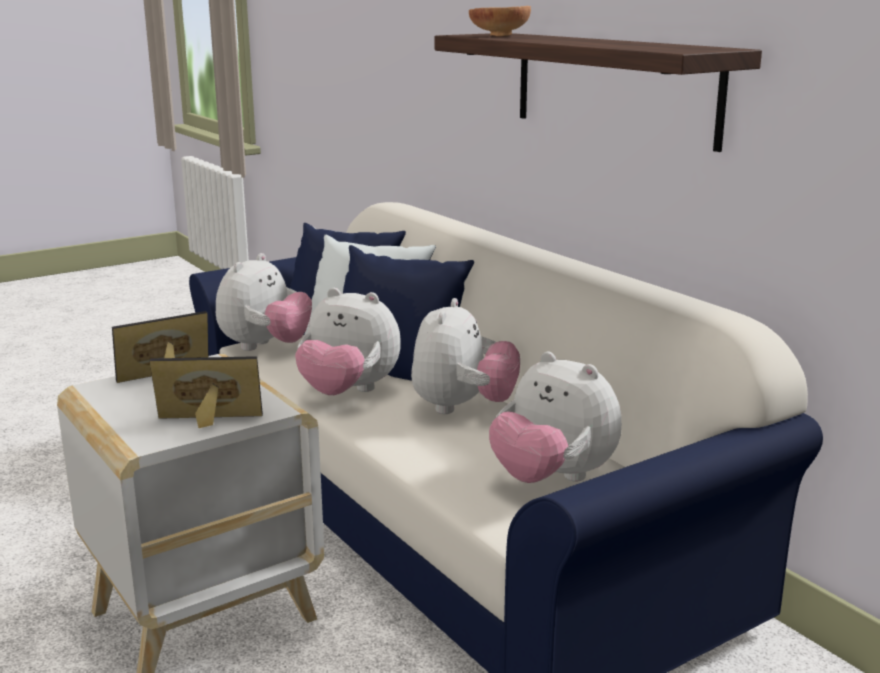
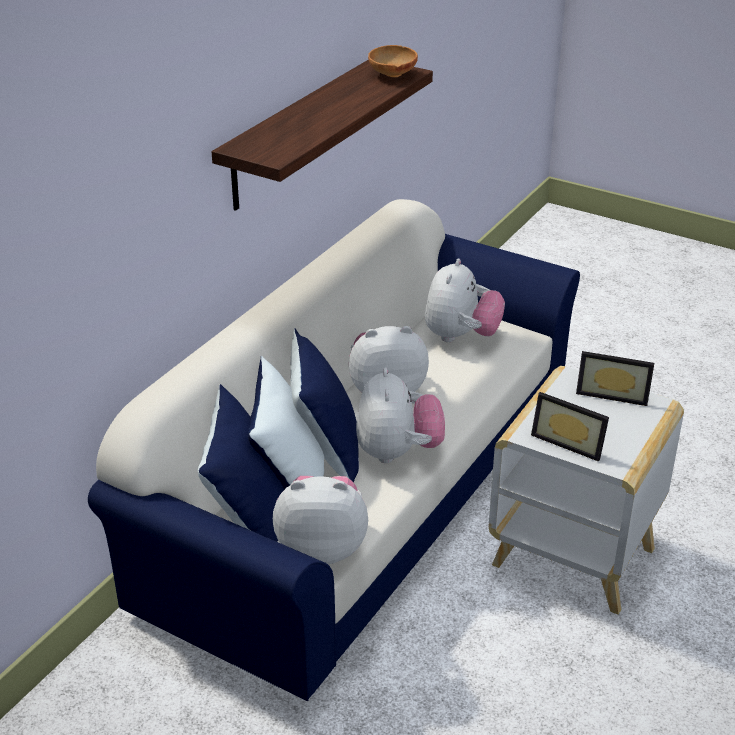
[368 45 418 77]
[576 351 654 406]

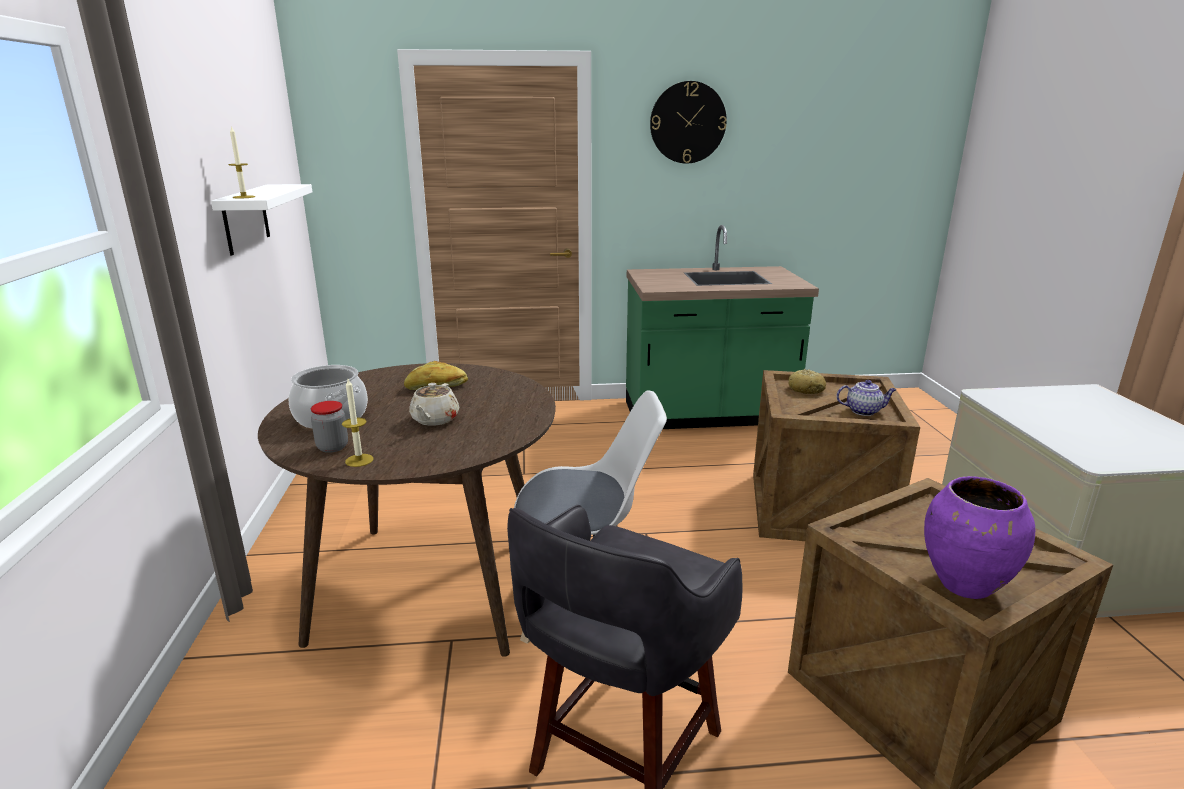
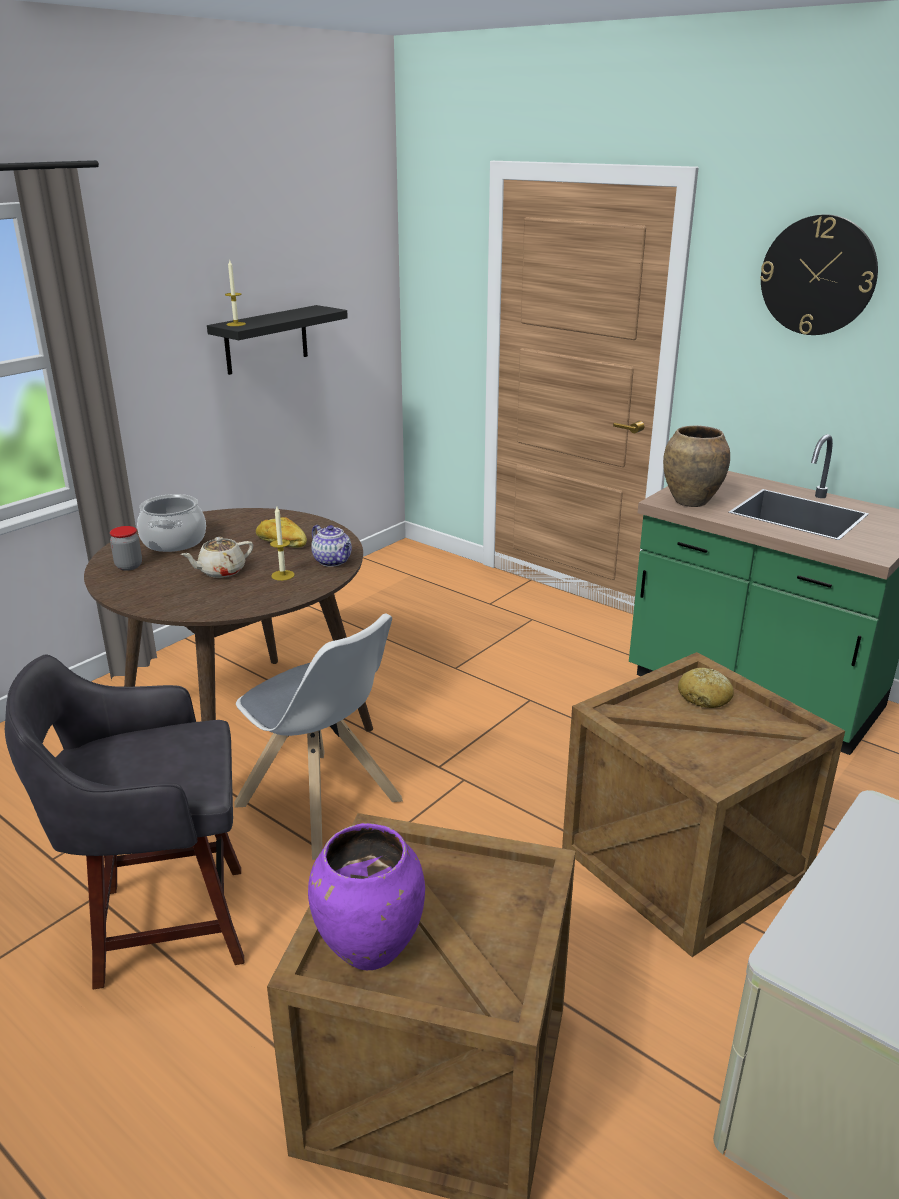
[663 425 730 507]
[270 506 295 581]
[311 525 352 567]
[207 305 348 375]

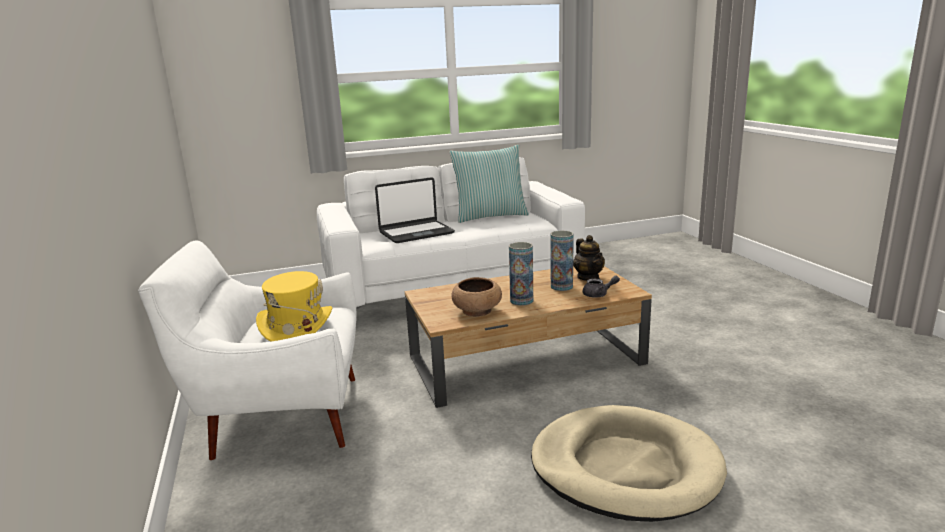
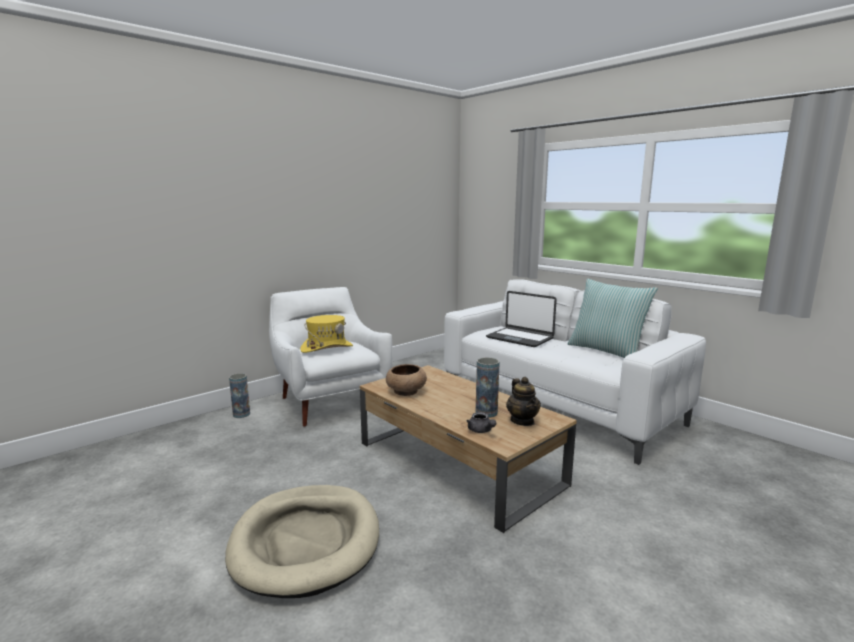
[229 373 250 418]
[506 377 541 426]

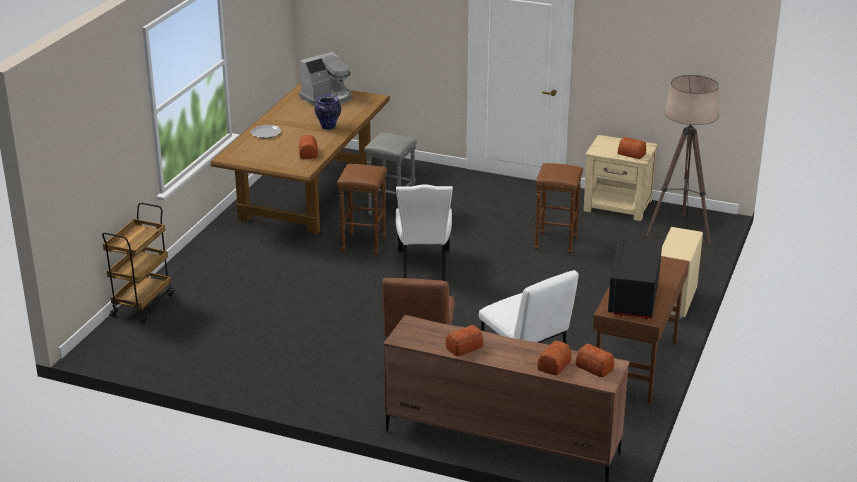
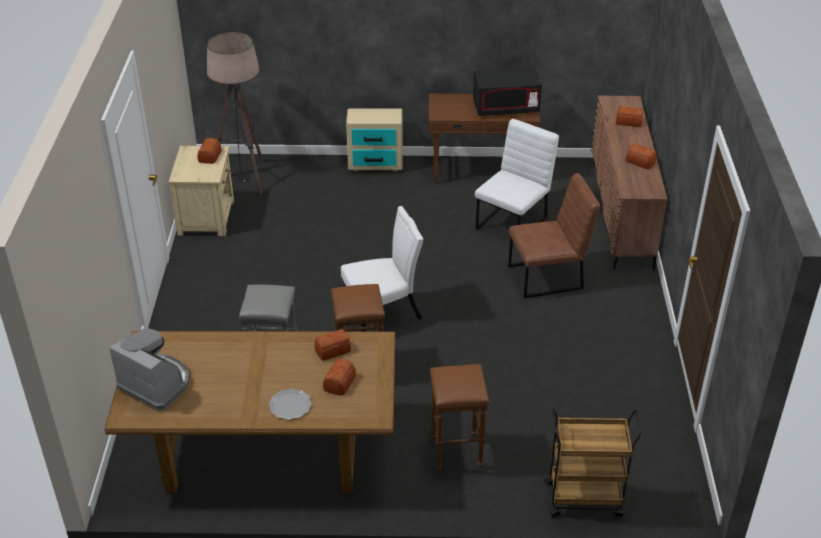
[315 95 341 130] (first image)
[430 364 489 471]
[323 358 356 396]

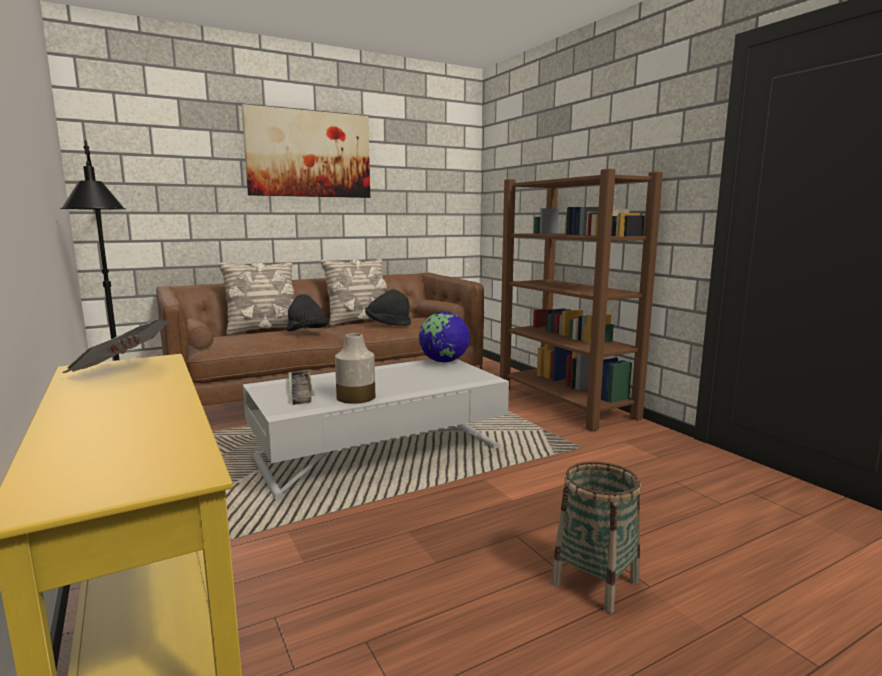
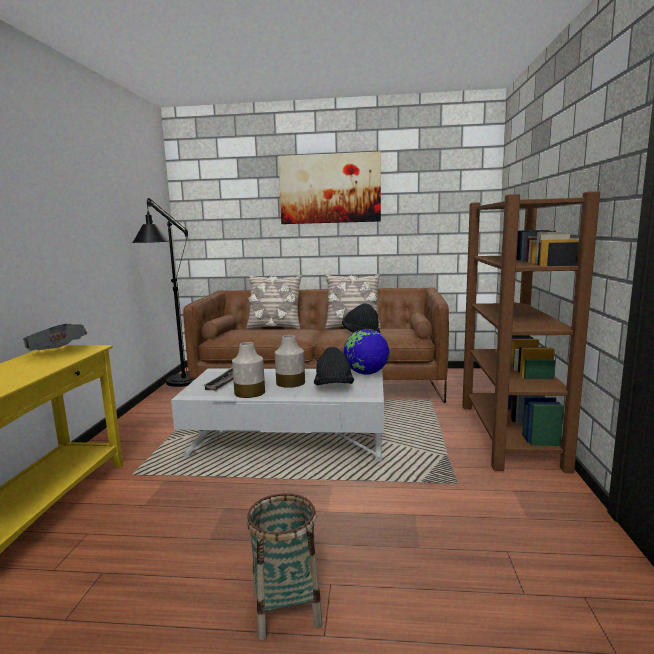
[275 335 305 388]
[314 347 354 385]

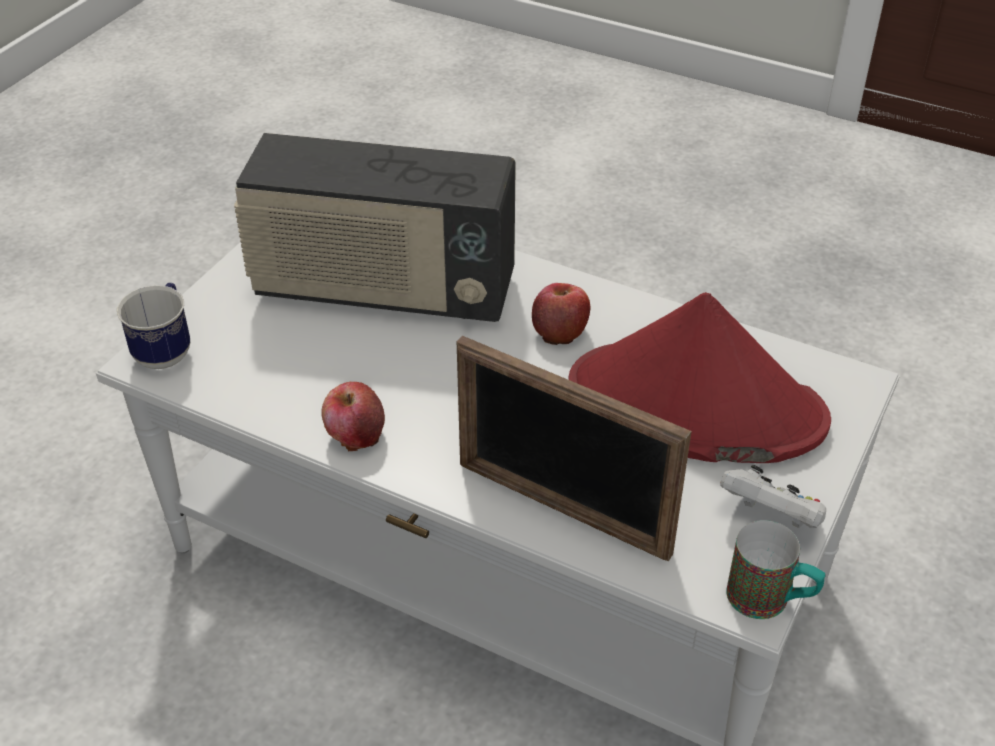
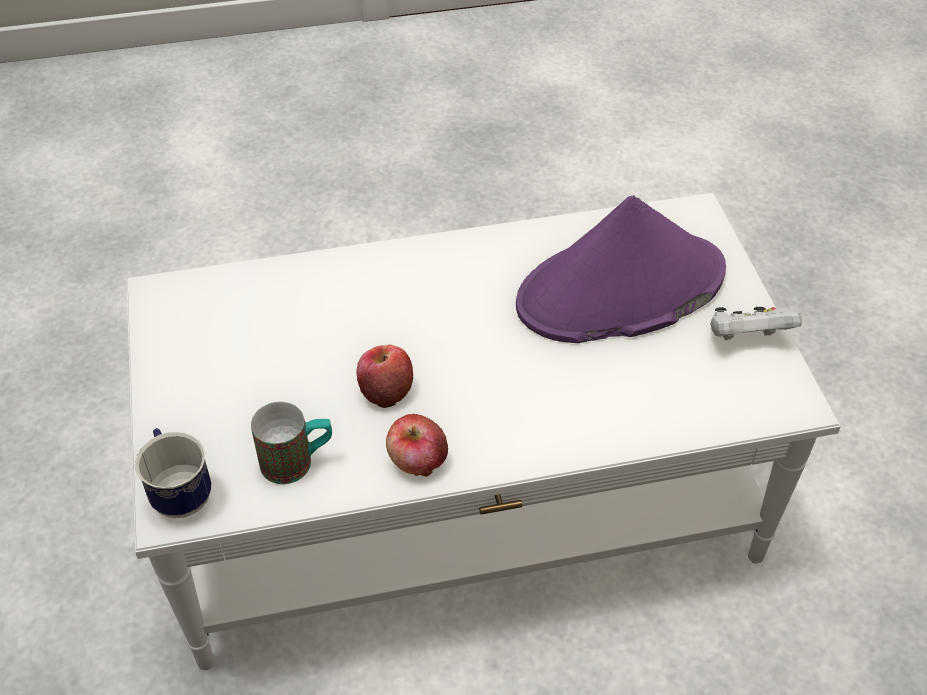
[234 133 516 322] (first image)
[457 336 692 561] (first image)
[356 345 413 408]
[251 402 332 484]
[516 195 726 343]

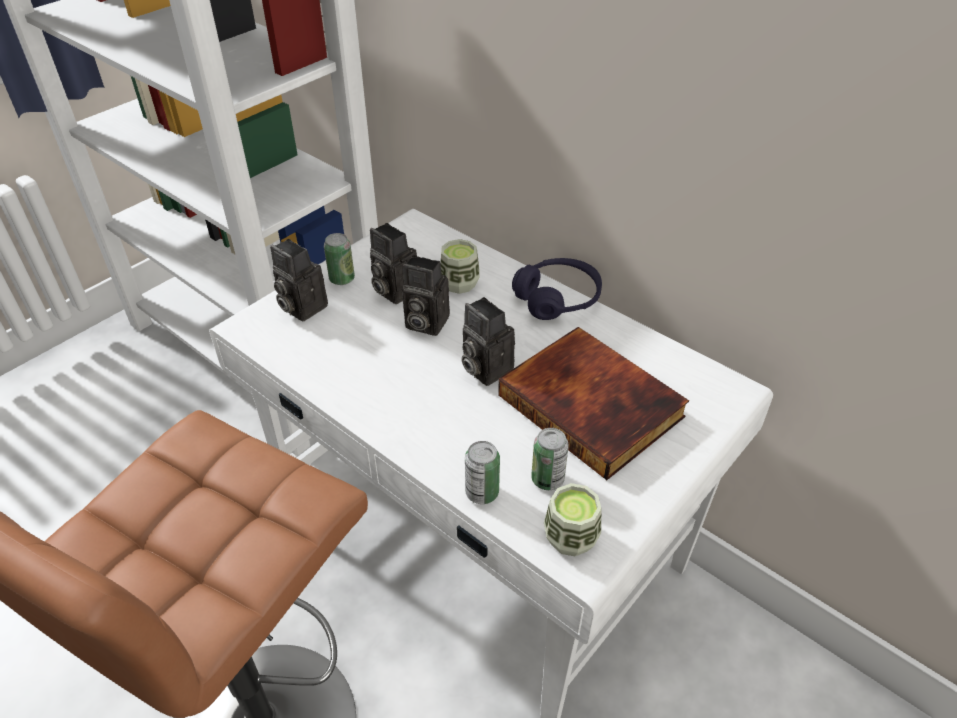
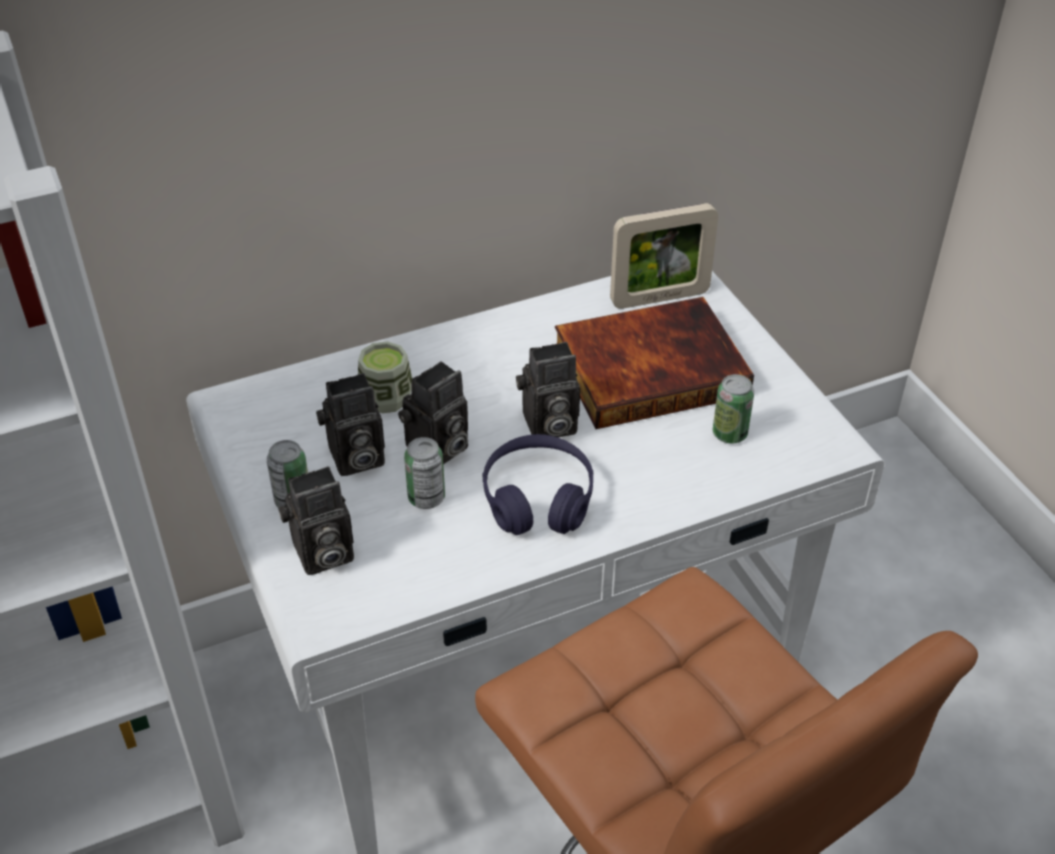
[544 483 601 556] (first image)
[610 203 718 309]
[404 437 445 509]
[483 434 593 535]

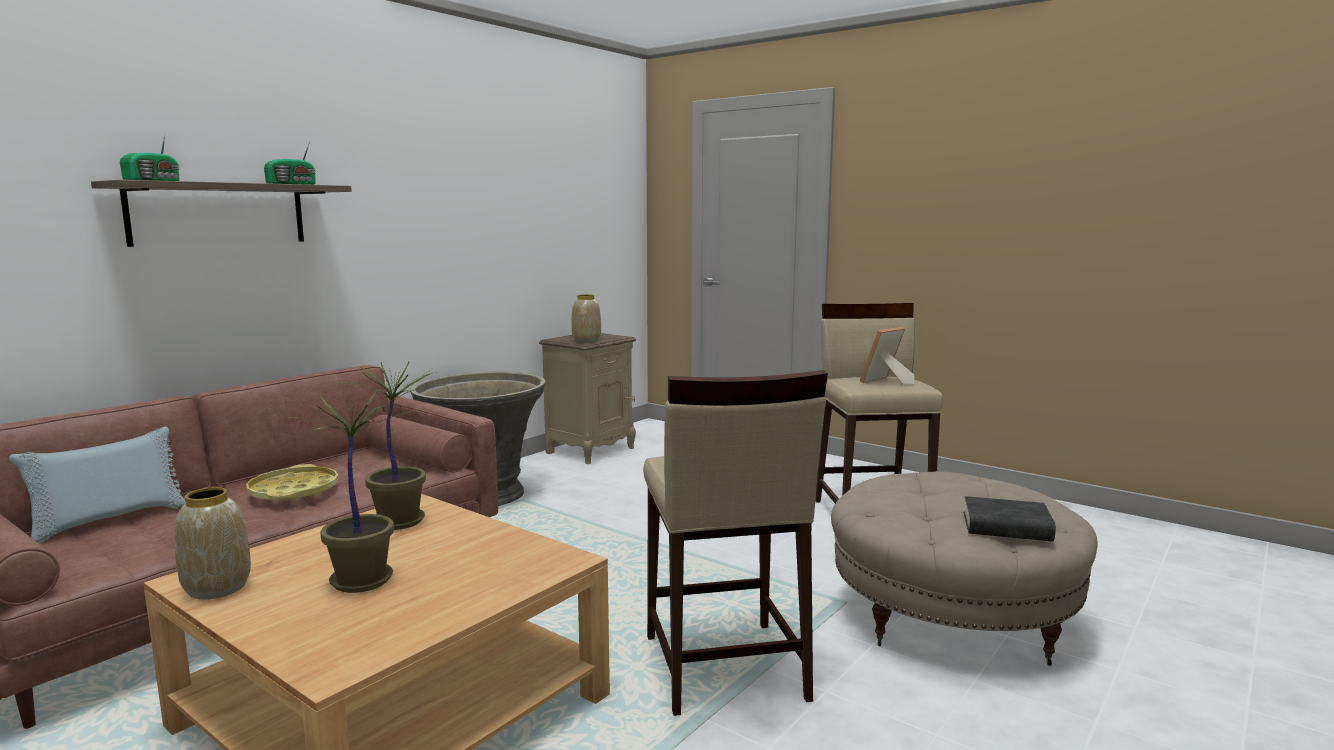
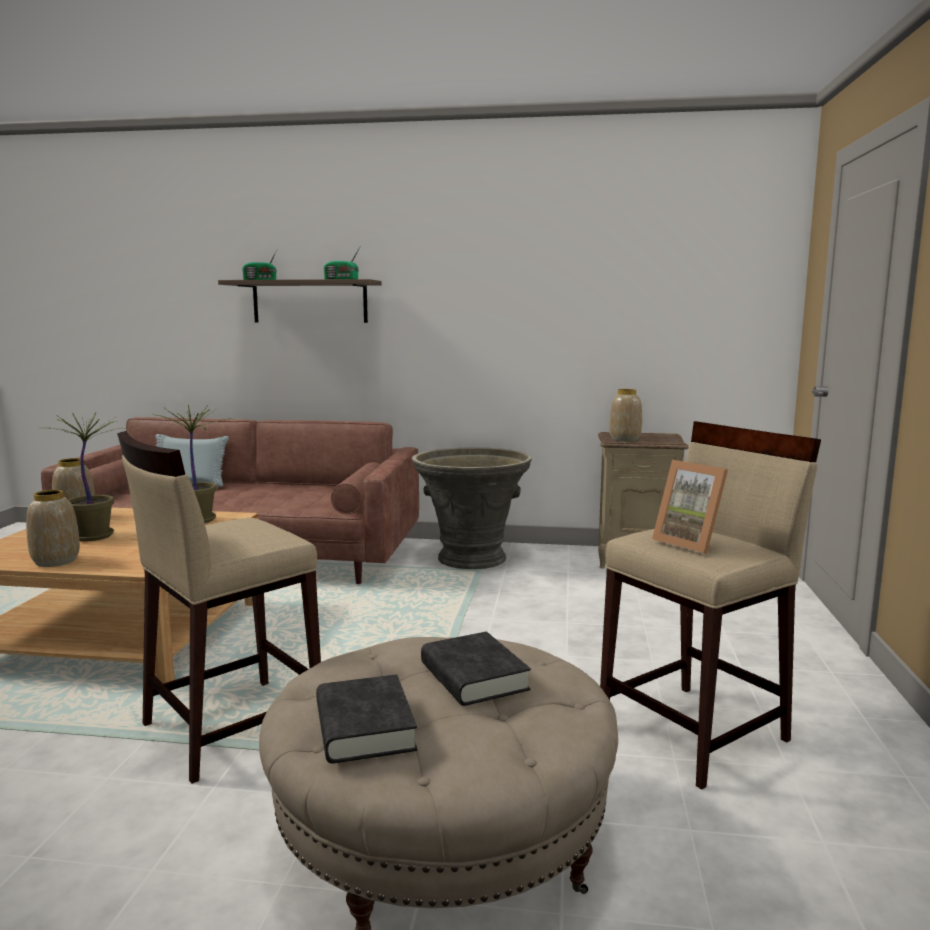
[246 464 339 502] (first image)
[26 490 80 567]
[421 632 531 706]
[652 460 728 554]

